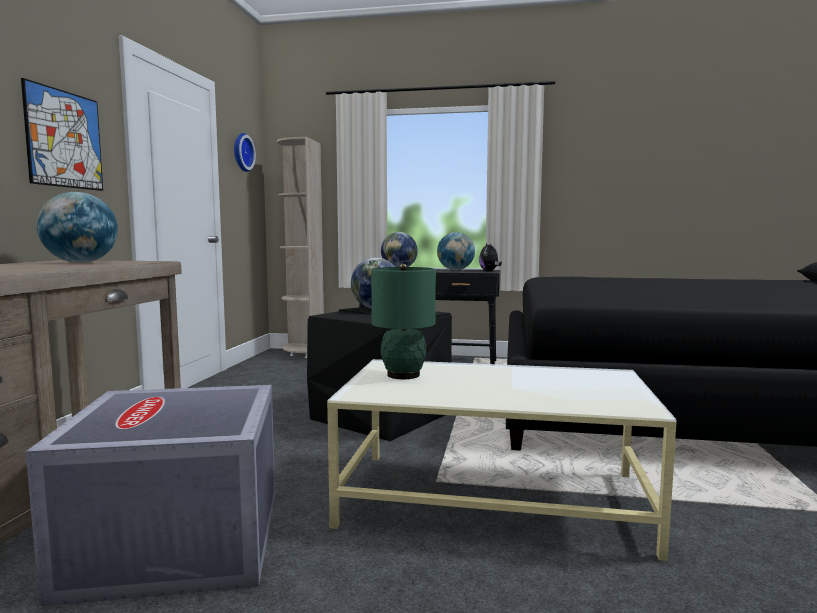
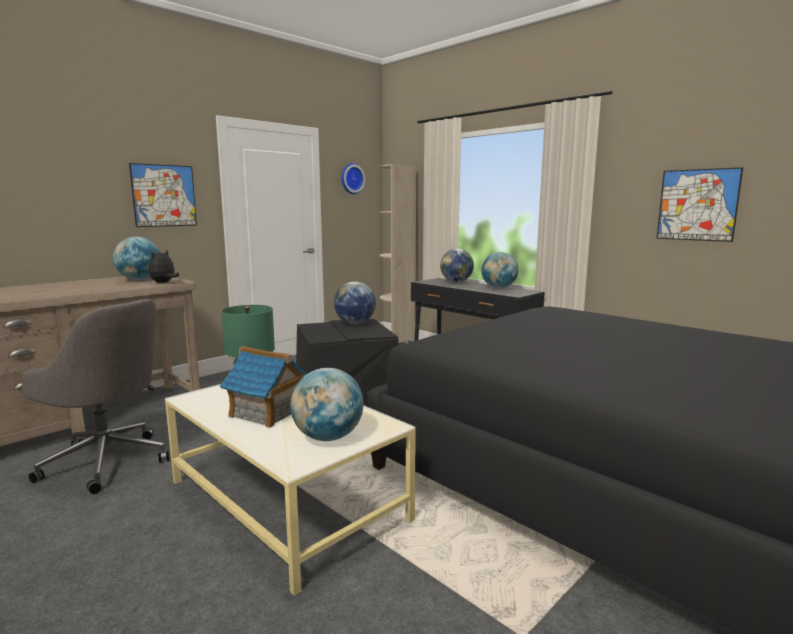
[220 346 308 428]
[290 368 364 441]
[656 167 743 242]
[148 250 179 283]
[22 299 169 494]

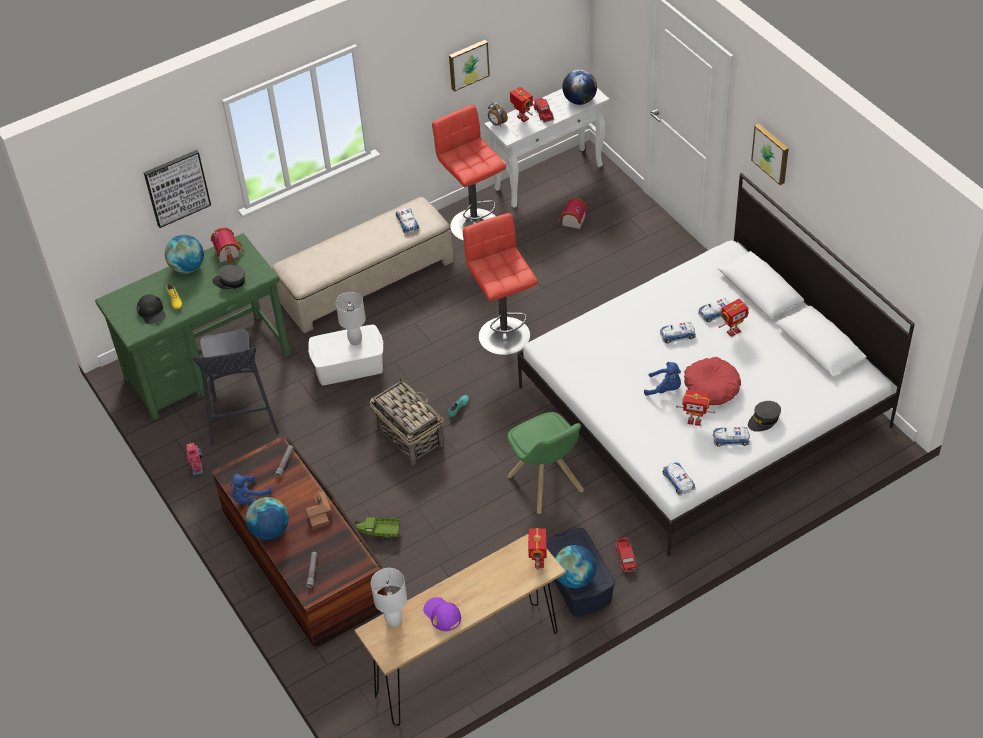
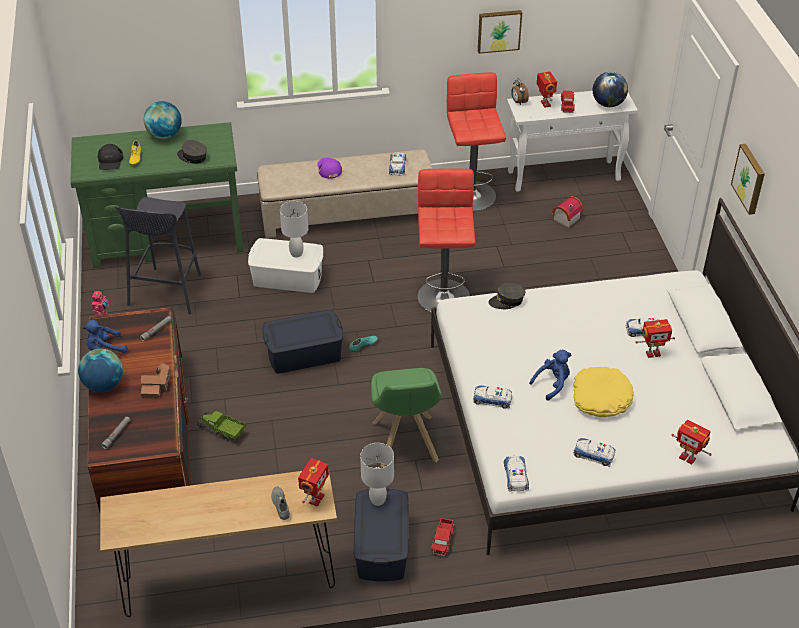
[144 150 211 228] (first image)
[211 227 245 264] (first image)
[555 545 596 588] (first image)
[272 487 290 520]
[360 443 394 506]
[317 158 342 179]
[473 385 512 409]
[672 420 712 465]
[489 283 525 309]
[263 310 343 373]
[574 367 634 417]
[529 350 571 401]

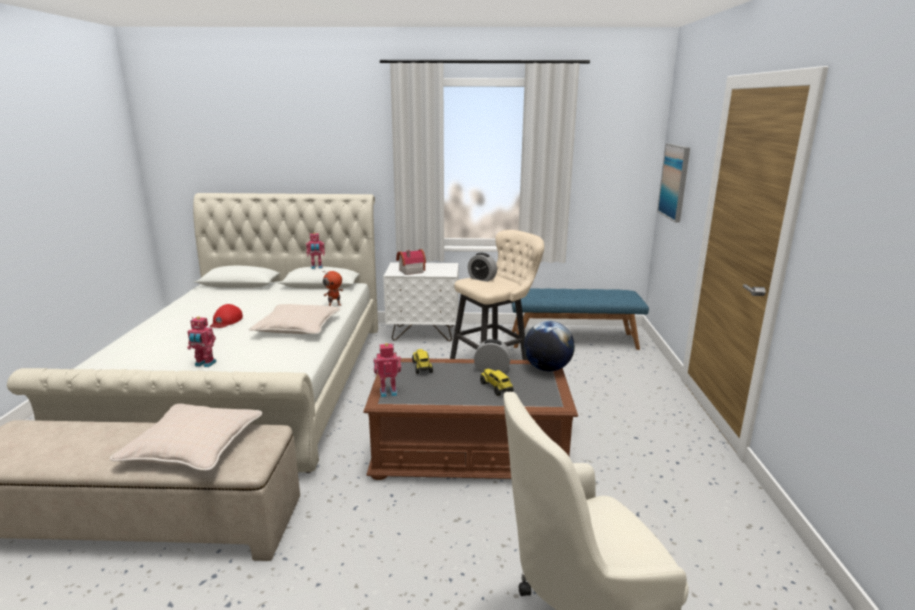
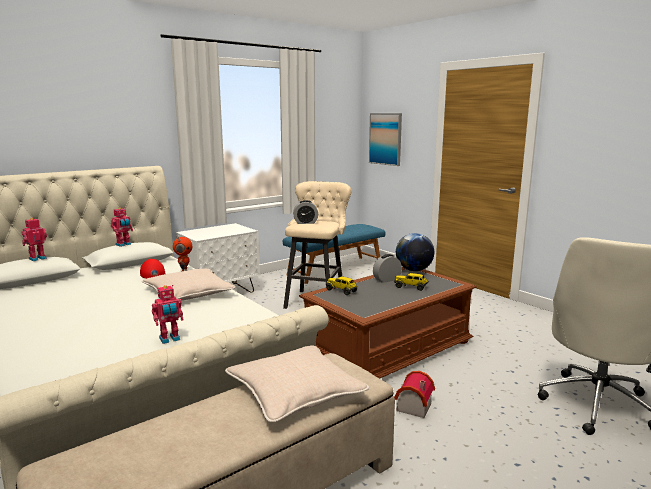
[140 259 166 279]
[22 218 47 261]
[394 371 435 418]

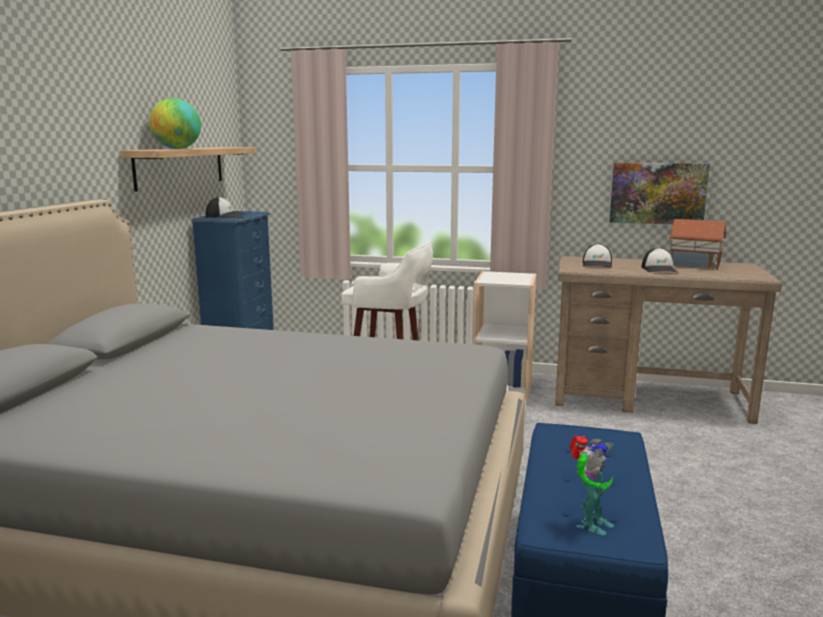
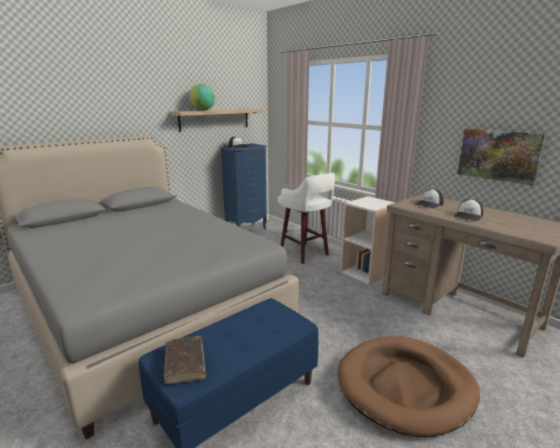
[669 219 727 270] (first image)
[338 336 480 437]
[164 336 206 384]

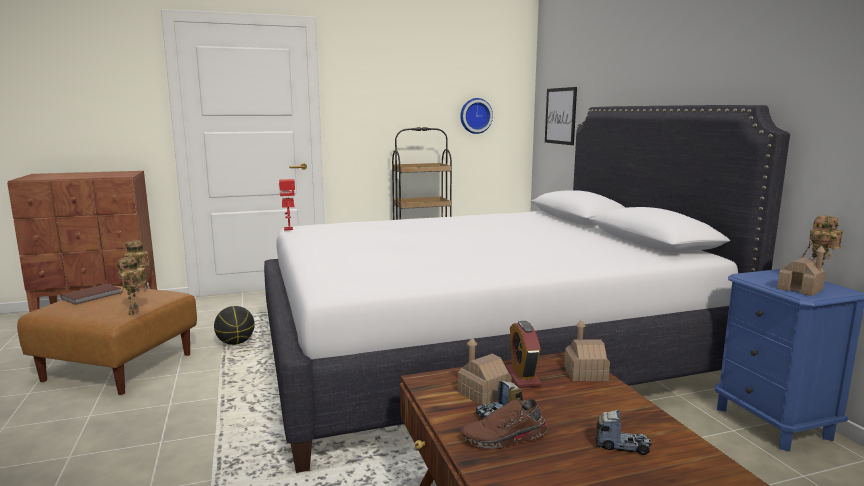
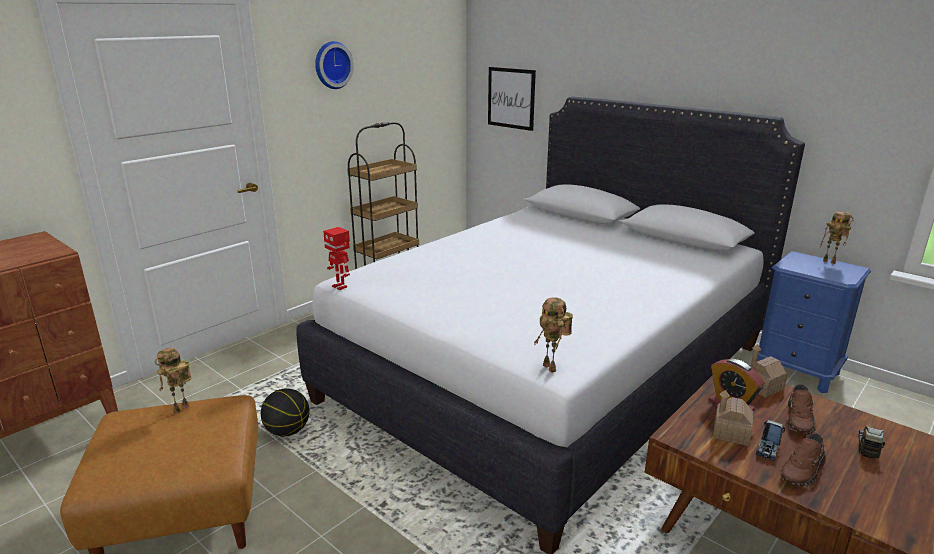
[61 284 121 305] (first image)
[777 246 826 296] (first image)
[787 384 816 434]
[534 297 573 373]
[315 41 354 89]
[859 426 885 459]

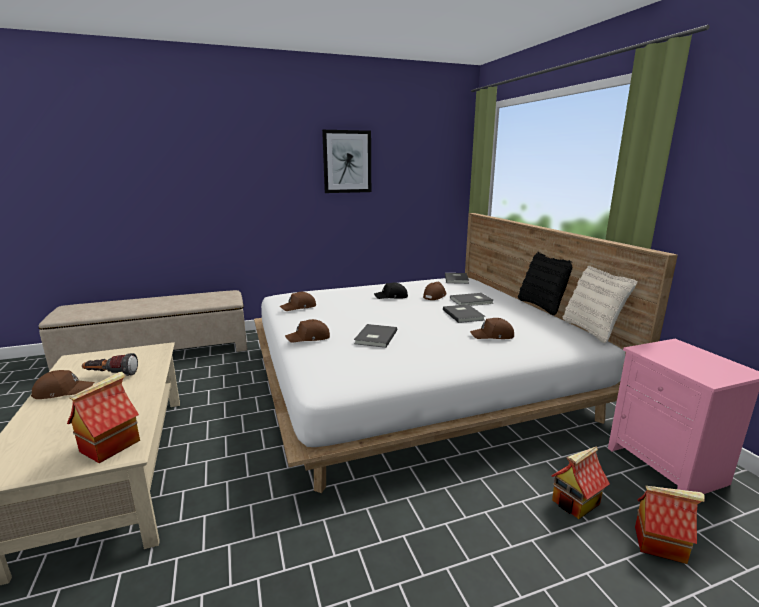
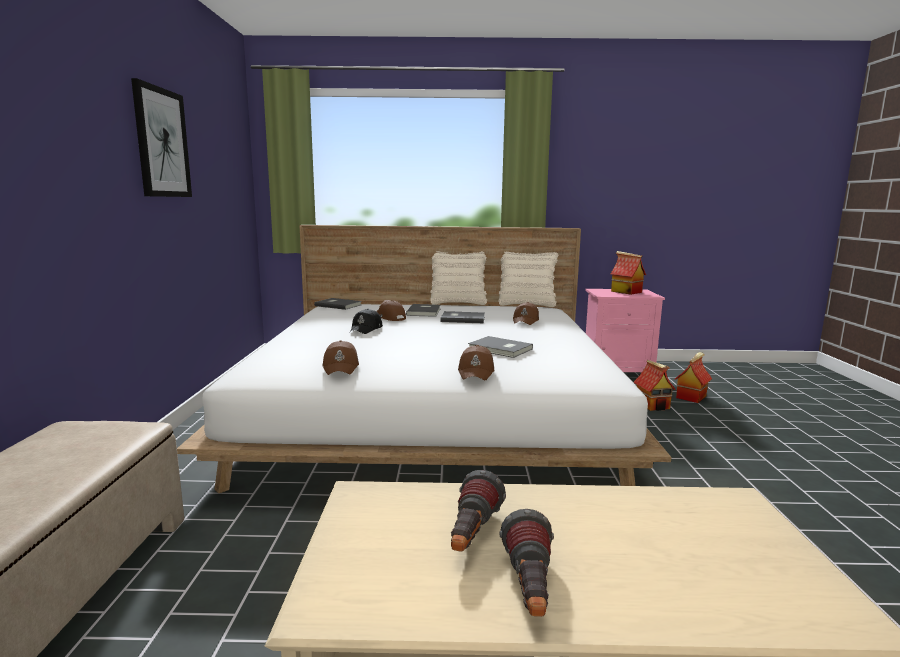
[611 251 646 295]
[500 509 554 617]
[430 251 487 305]

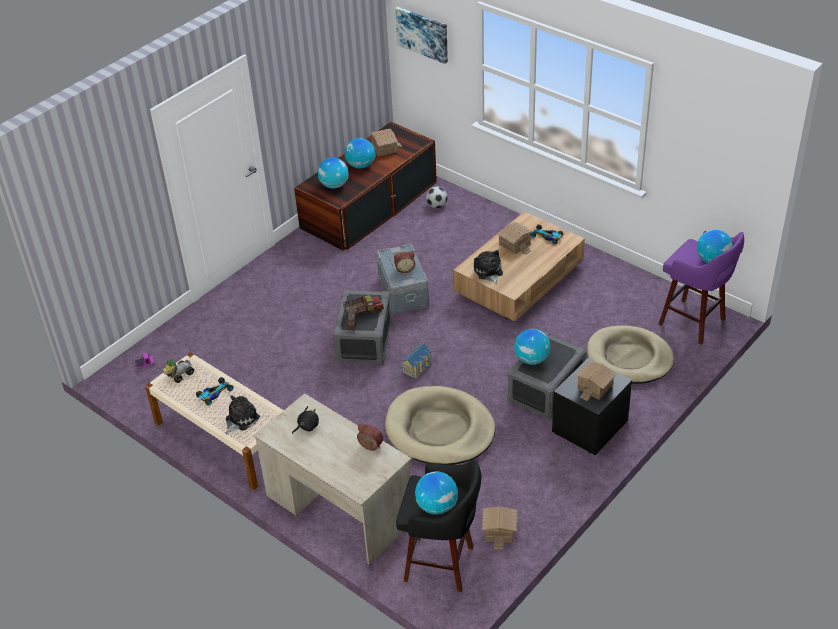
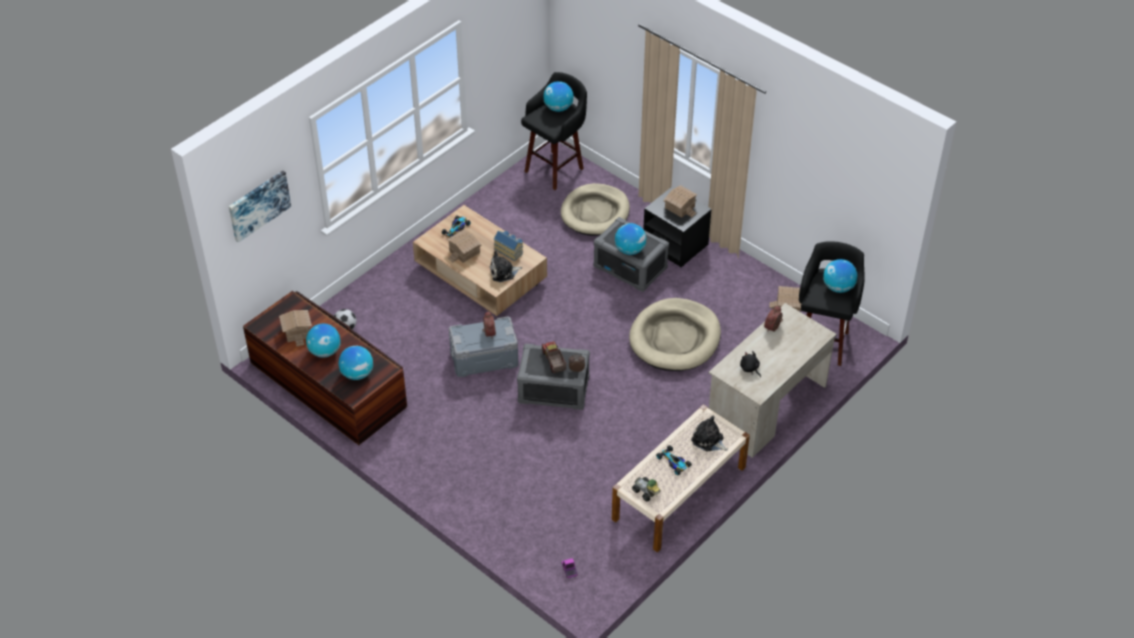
[494 231 523 261]
[521 72 587 190]

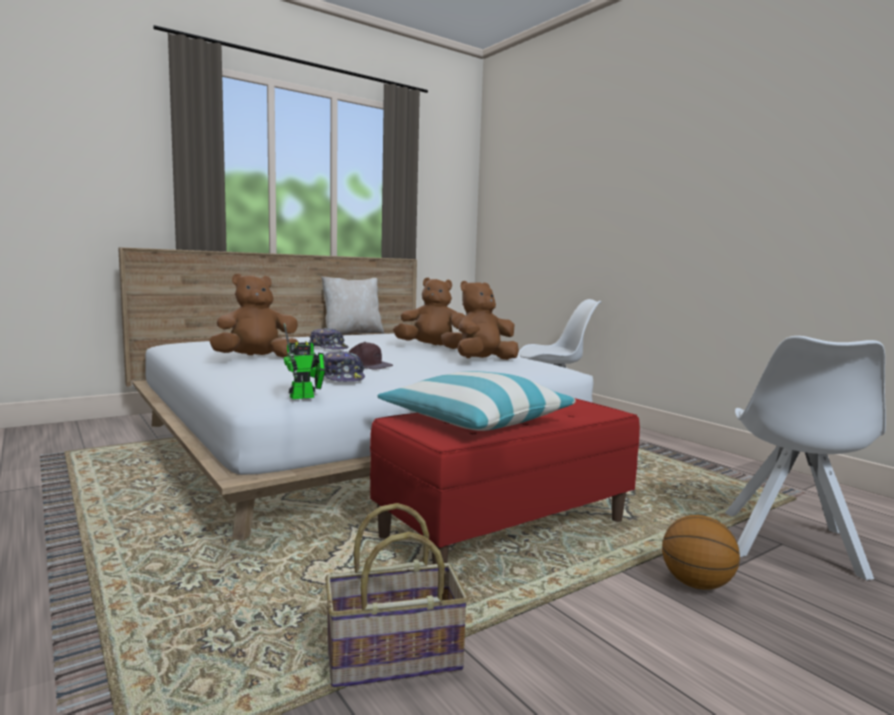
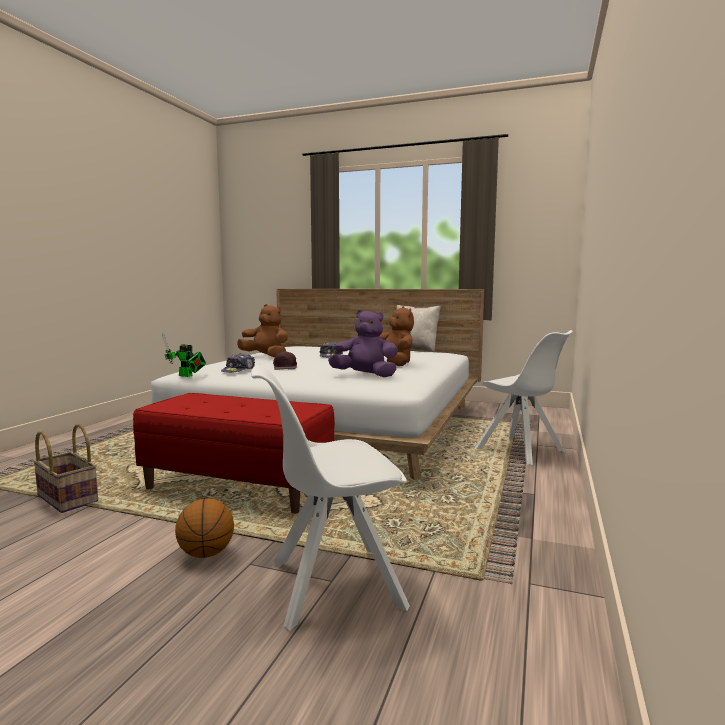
[377 371 576 431] (first image)
[328 310 398 377]

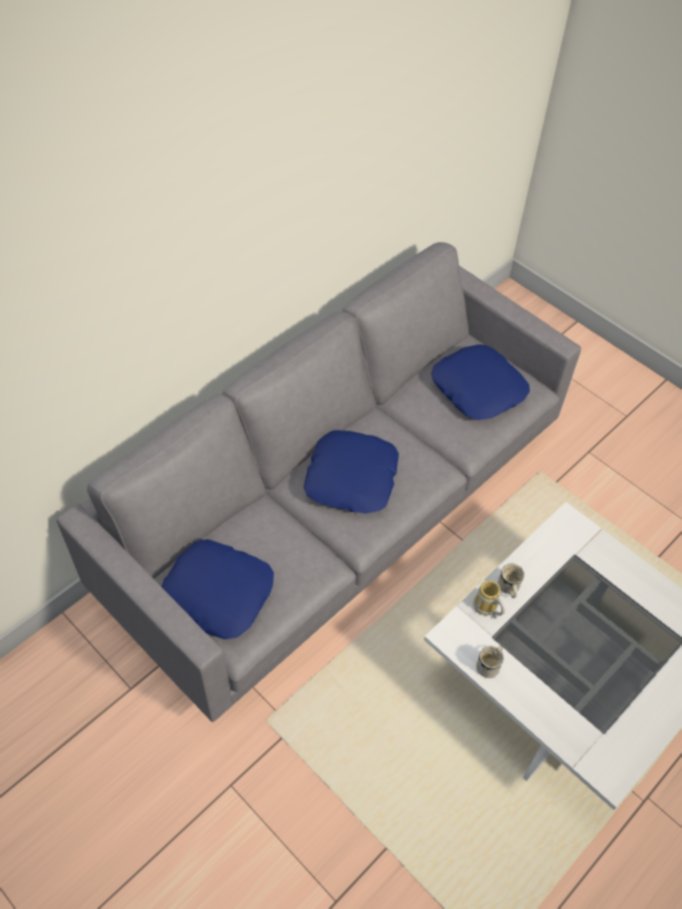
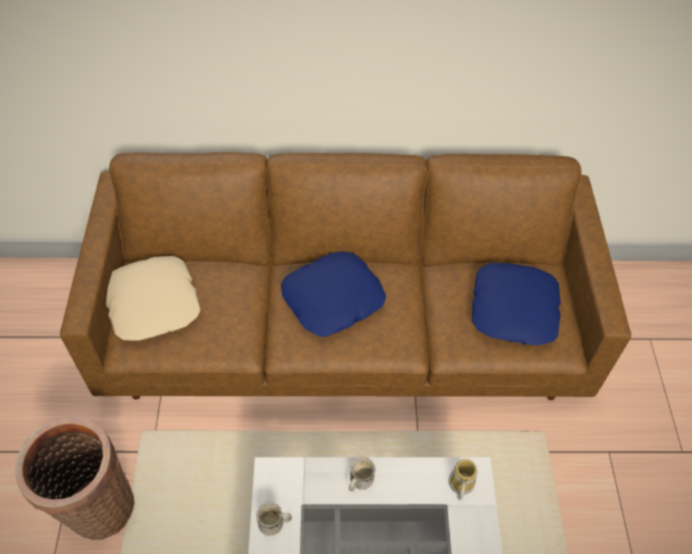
[15 417 134 540]
[449 459 477 500]
[60 152 631 400]
[106 256 200 341]

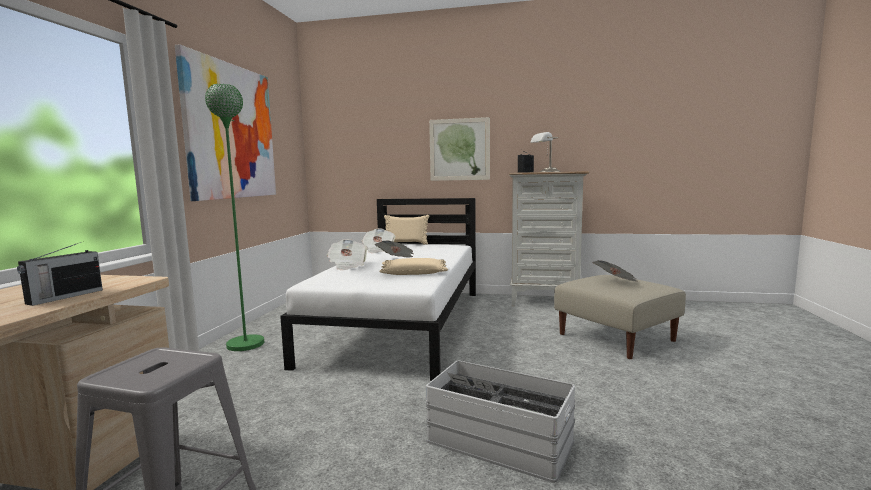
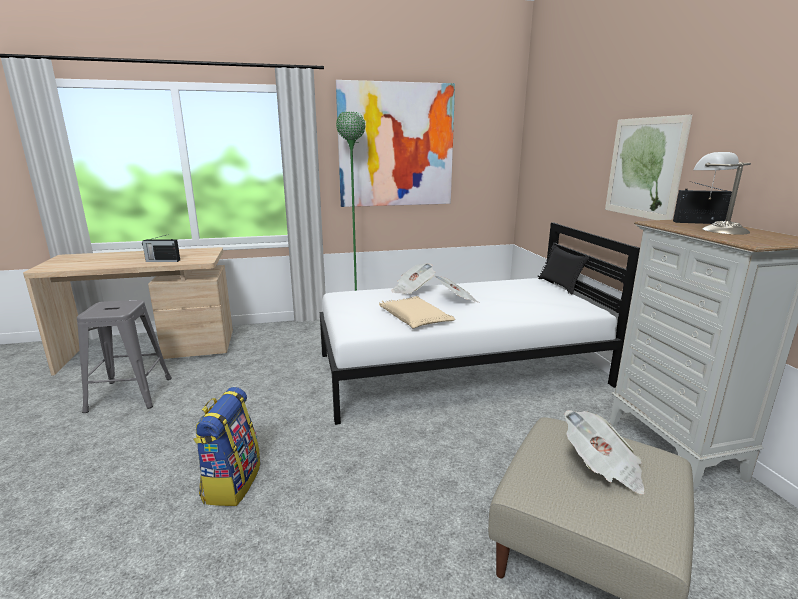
[362 228 396 253] (first image)
[193 387 260 506]
[538 244 589 295]

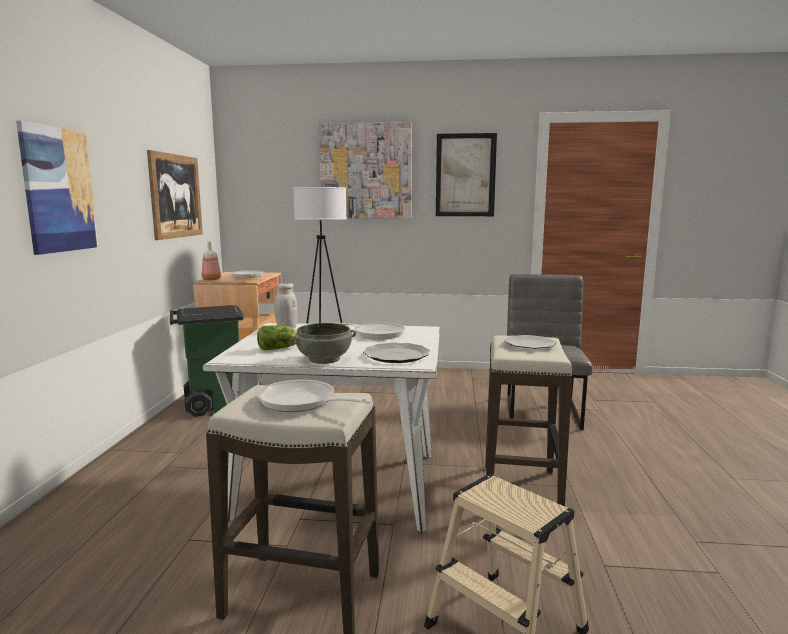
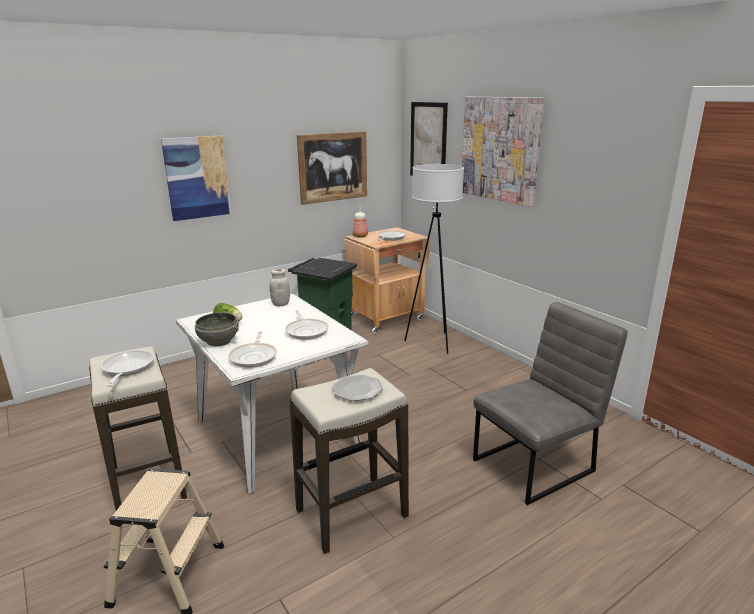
[410 102 448 176]
[228 331 277 368]

